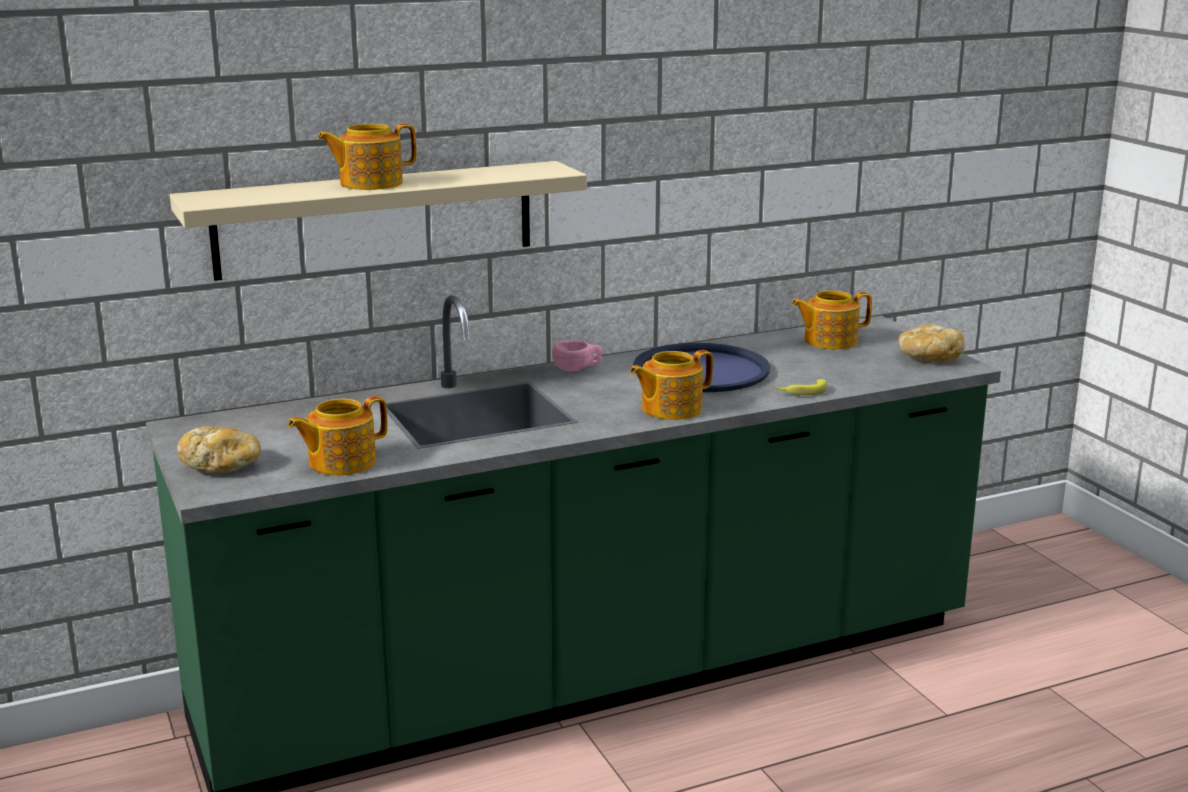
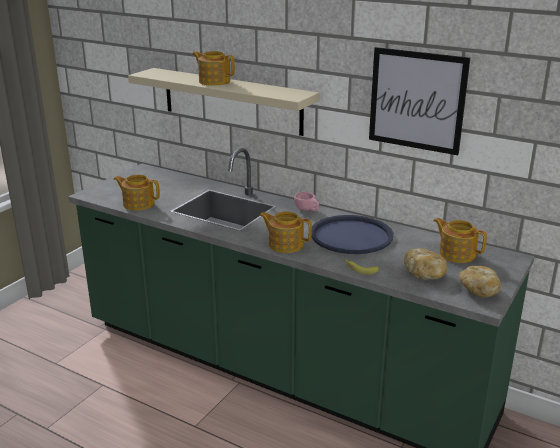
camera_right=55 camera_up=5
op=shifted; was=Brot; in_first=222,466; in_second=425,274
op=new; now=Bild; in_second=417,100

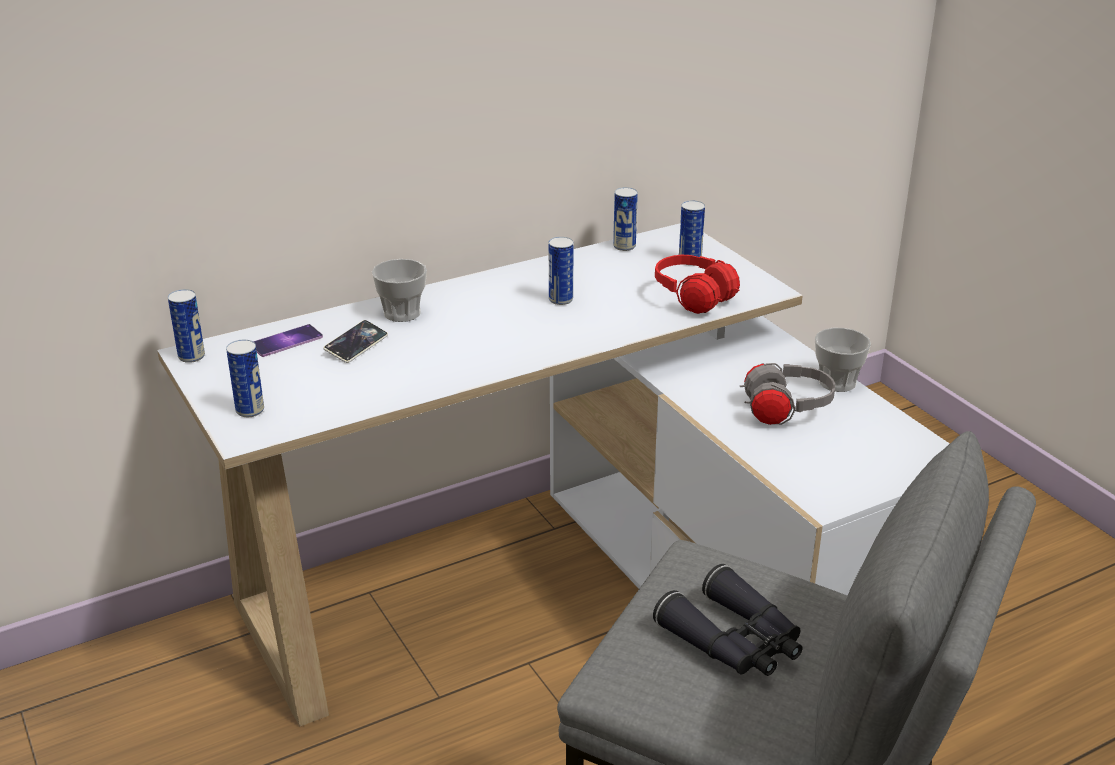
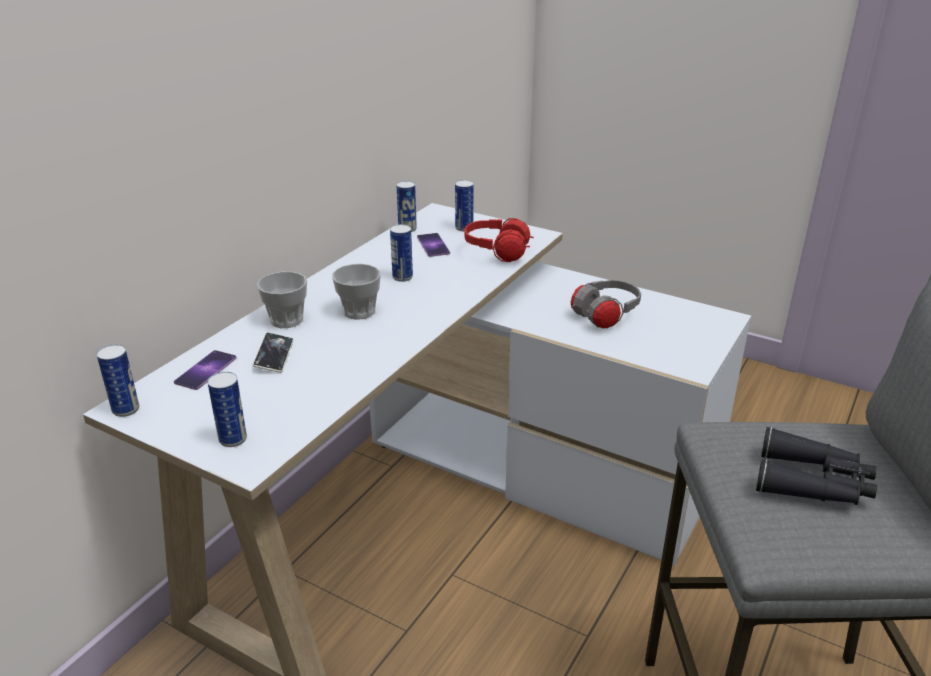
camera_right=-30 camera_up=0
op=shifted; was=Tasse; in_first=837,382; in_second=359,311
op=new; now=Handy; in_second=433,245

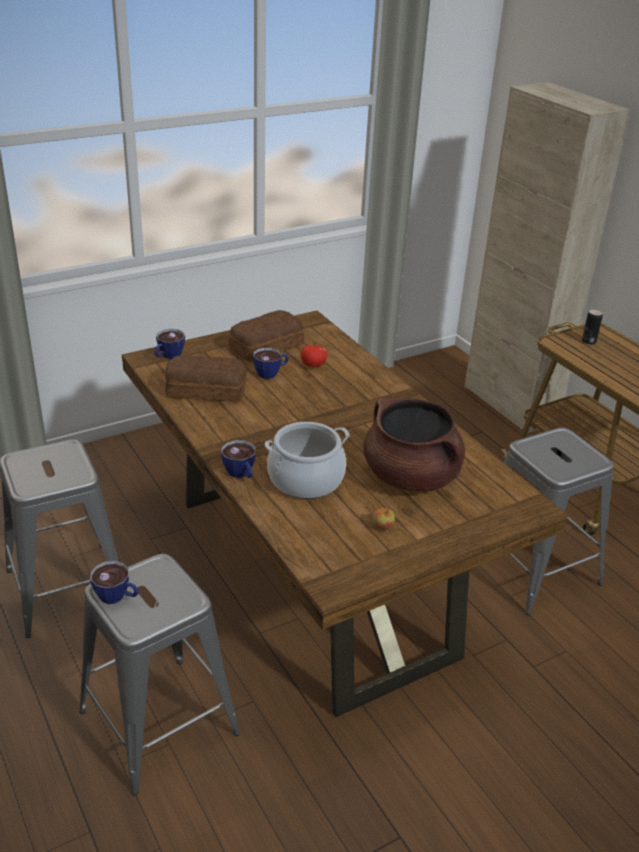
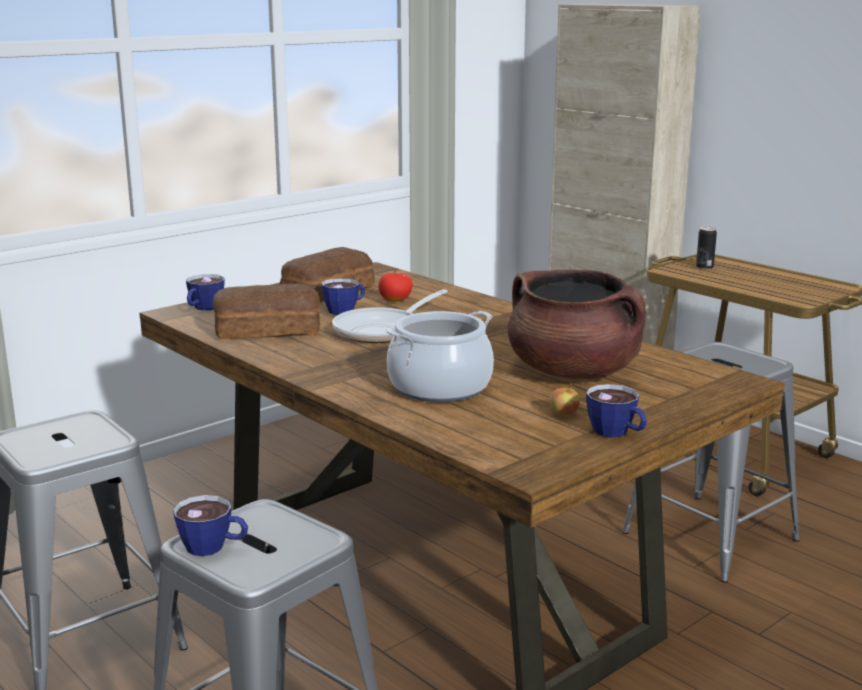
camera_right=-10 camera_up=-15
op=shifted; was=Tasse; in_first=241,474; in_second=617,433
op=new; now=Pfanne; in_second=383,331

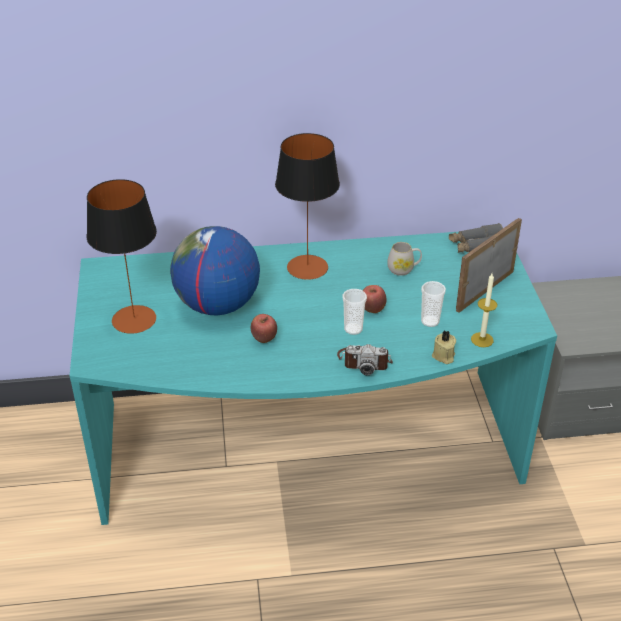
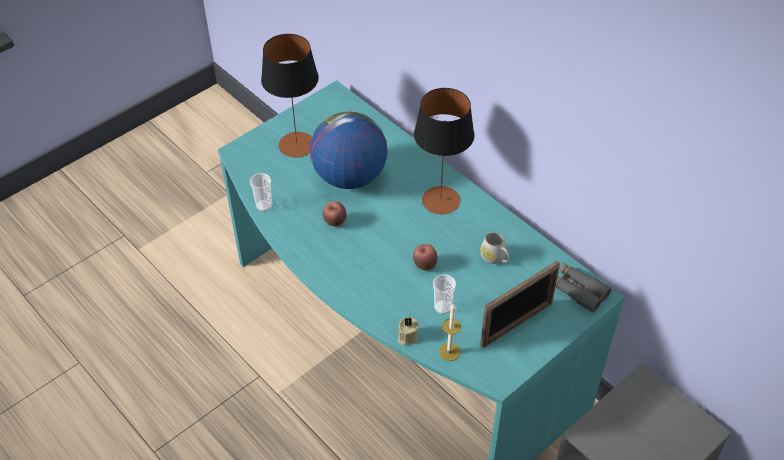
camera_right=55 camera_up=10
op=gone; was=Kamera; in_first=364,361
op=shifted; was=Tasse; in_first=353,329; in_second=264,205
op=rotated; was=Bilderrahmen; in_first=484,290; in_second=517,324; clockwise=135

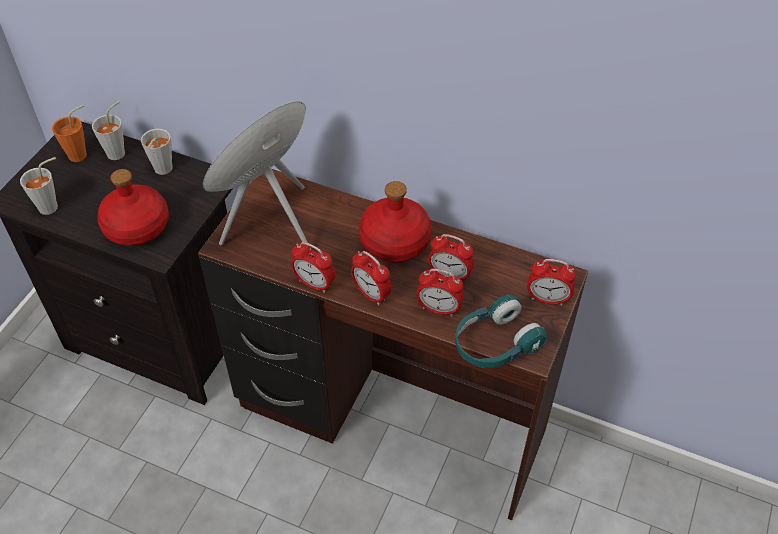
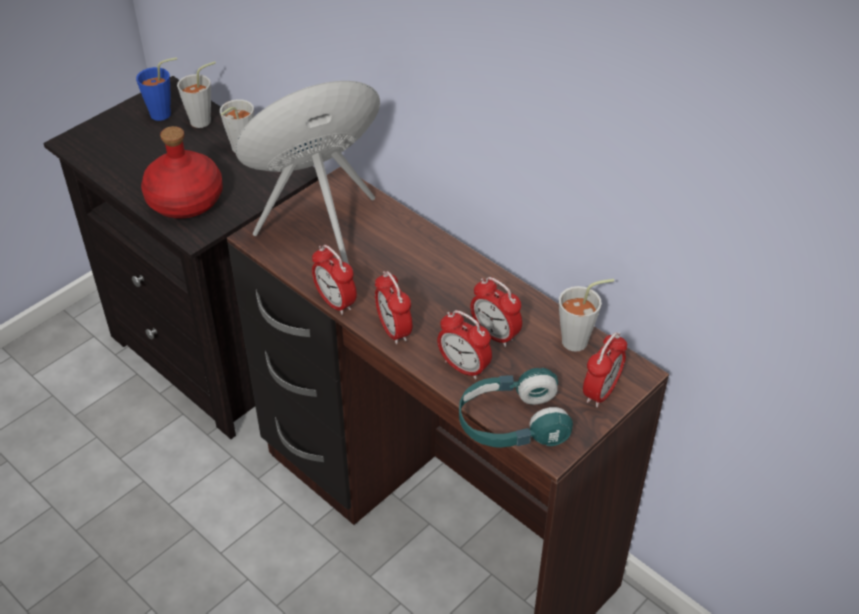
camera_right=20 camera_up=-5
op=shifted; was=Tasse [grau]; in_first=52,206; in_second=581,341
op=repainted; was=Tasse [orange]; now=Tasse [blau]; in_first=81,154; in_second=165,113
op=gone; was=Flasche [rot]; in_first=395,241
op=rotated; was=Wecker; in_first=547,299; in_second=601,392; clockwise=-90

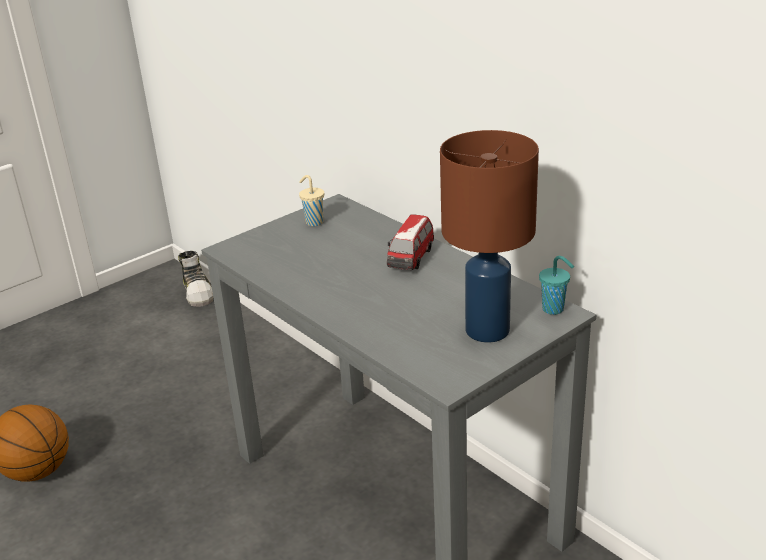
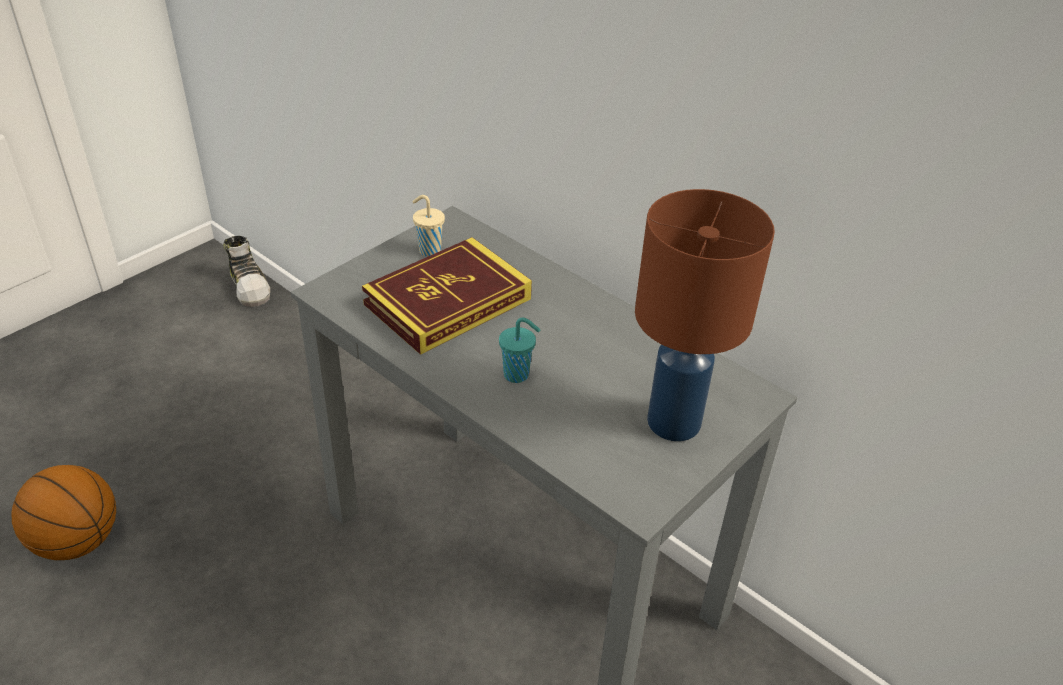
camera_right=-10 camera_up=10
op=gone; was=Spielzeugauto; in_first=411,259
op=shifted; was=Tasse [türkis]; in_first=554,309; in_second=518,375
op=new; now=Buch; in_second=448,301

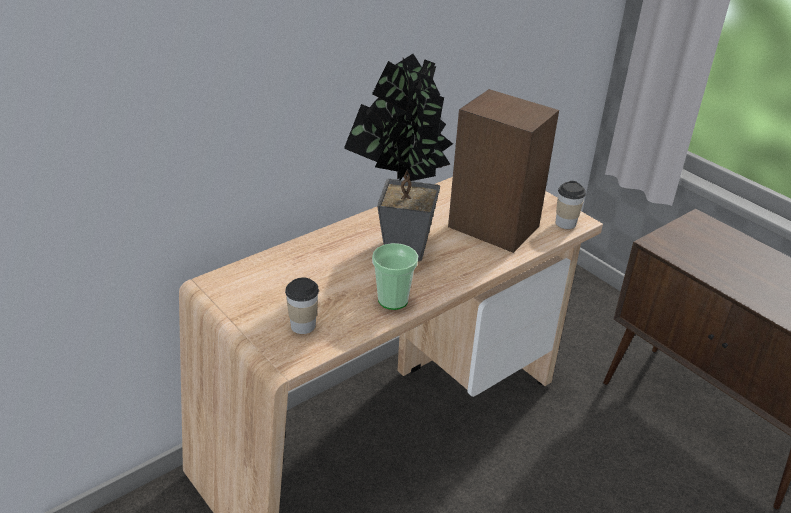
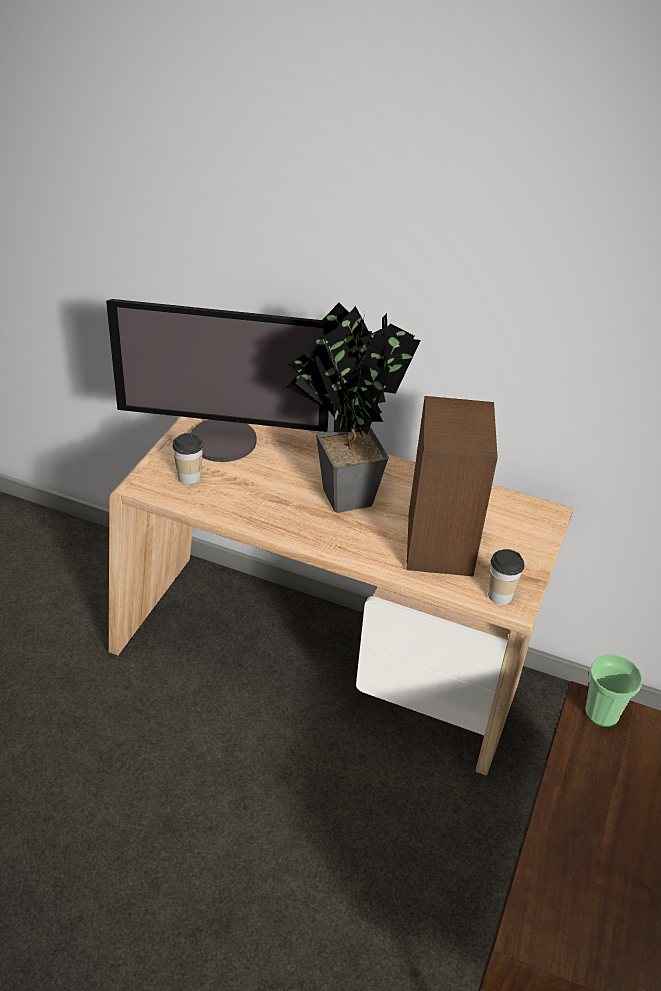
camera_right=60 camera_up=5
op=shifted; was=Tasse; in_first=393,300; in_second=602,713
op=new; now=Monitor; in_second=224,439

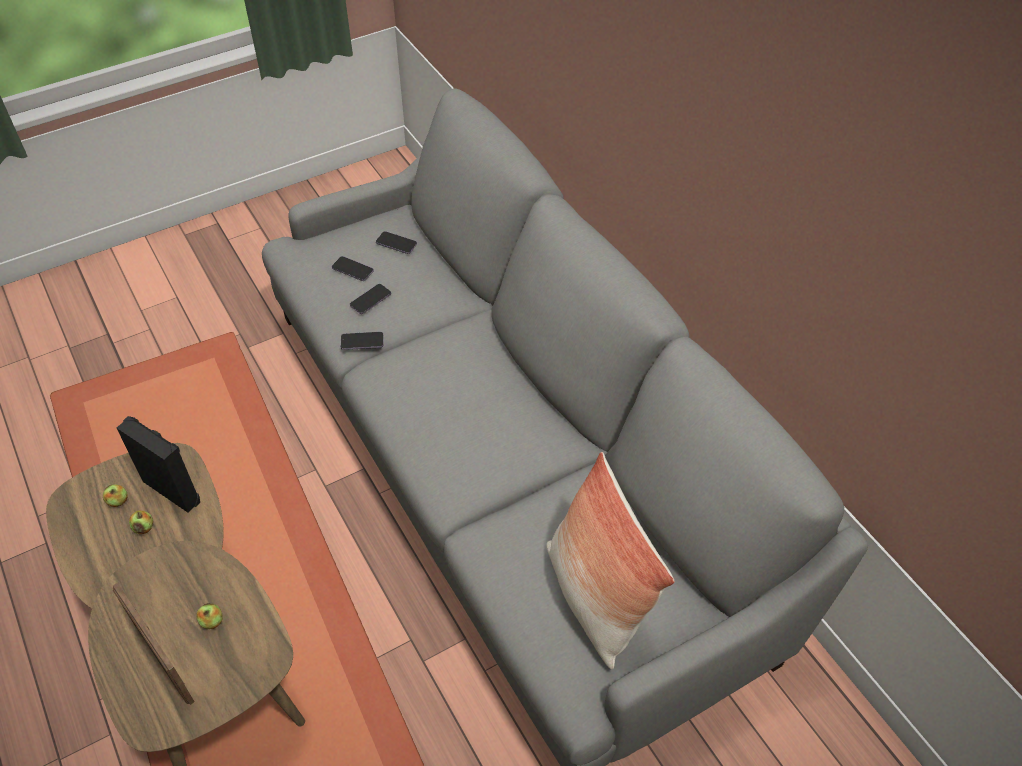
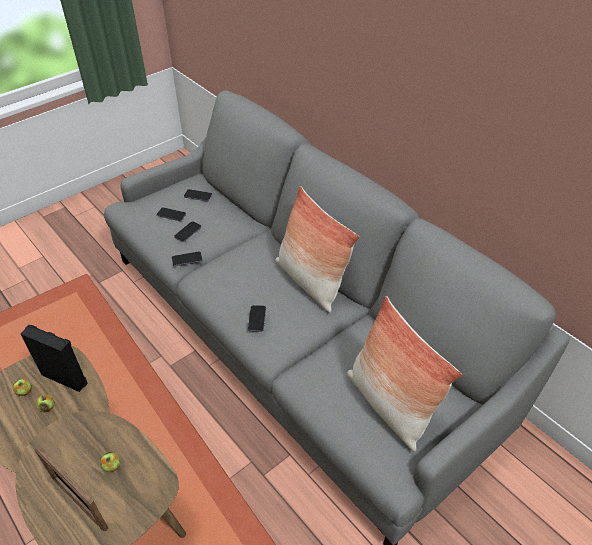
camera_right=-10 camera_up=-5
op=new; now=Handy; in_second=257,319
op=new; now=Kissen; in_second=310,281

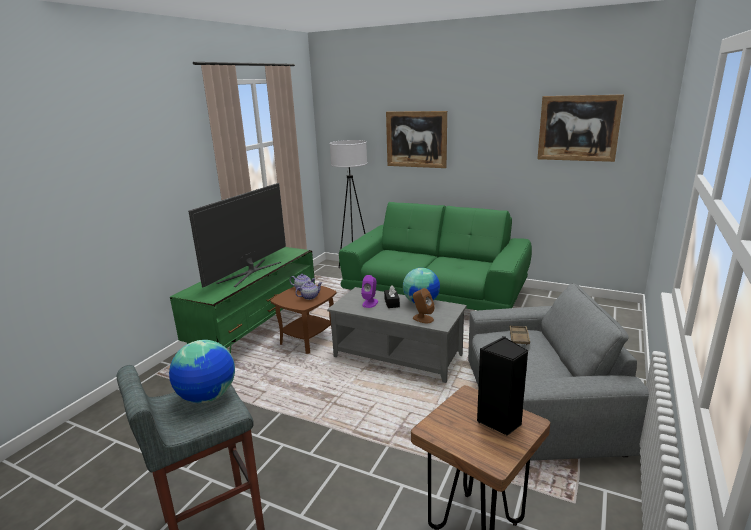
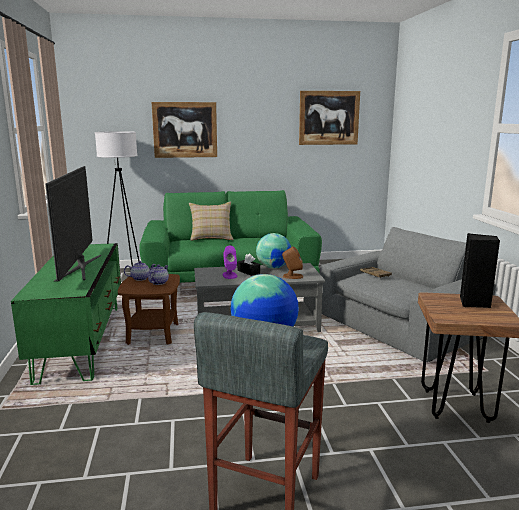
camera_right=-35 camera_up=-5
op=new; now=Kissen [beige]; in_second=211,238

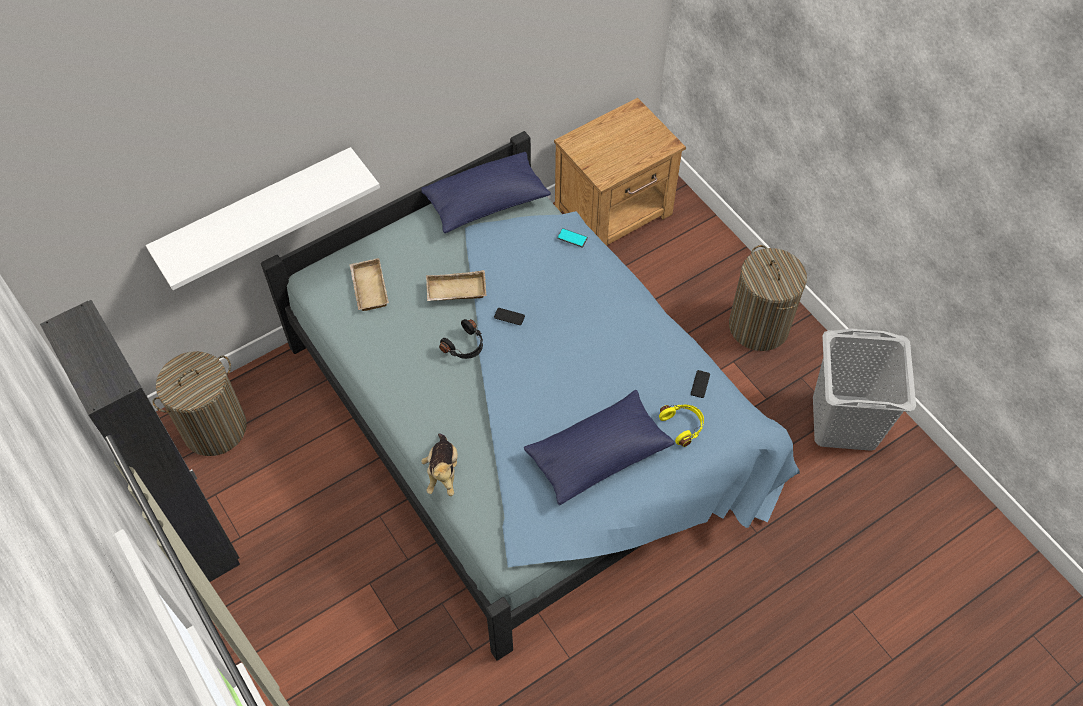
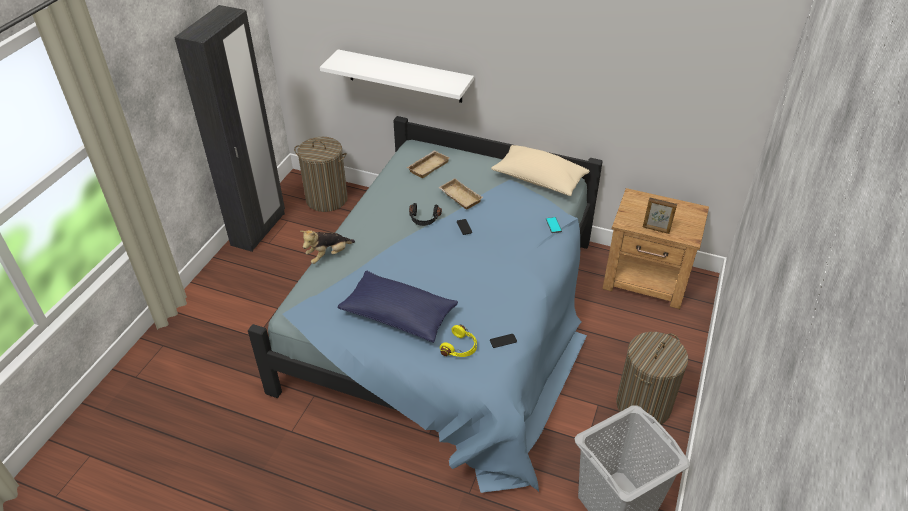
camera_right=55 camera_up=-15
op=repainted; was=Kissen [blau]; now=Kissen [beige]; in_first=486,203; in_second=539,180
op=new; now=Bilderrahmen; in_second=656,229

